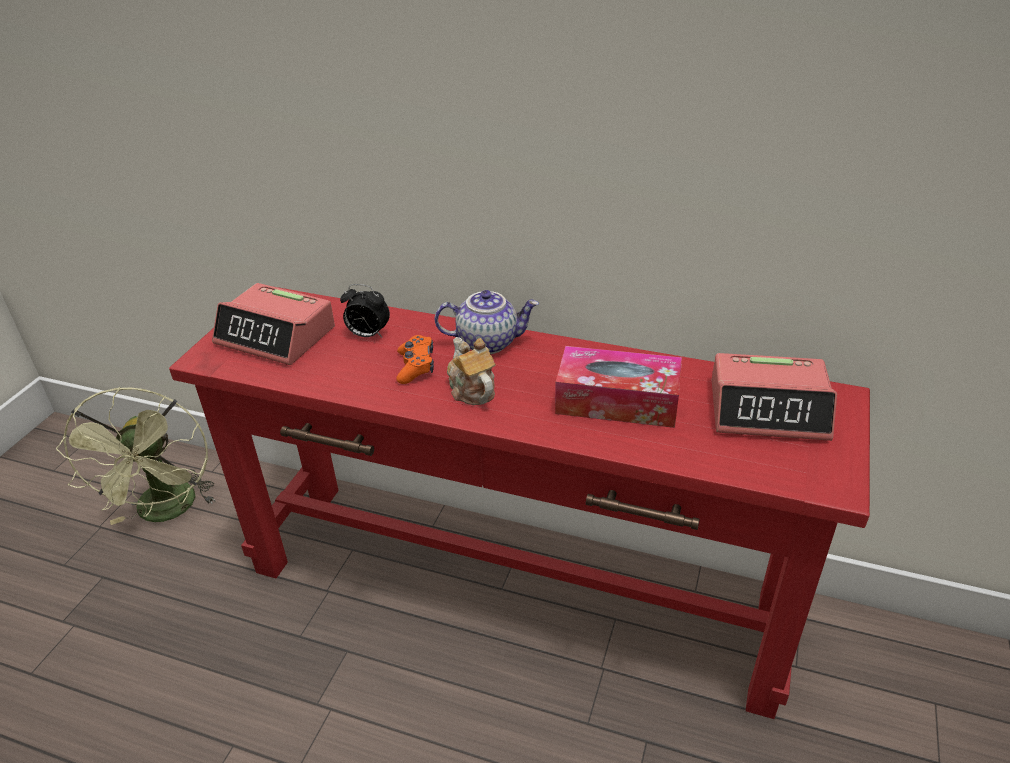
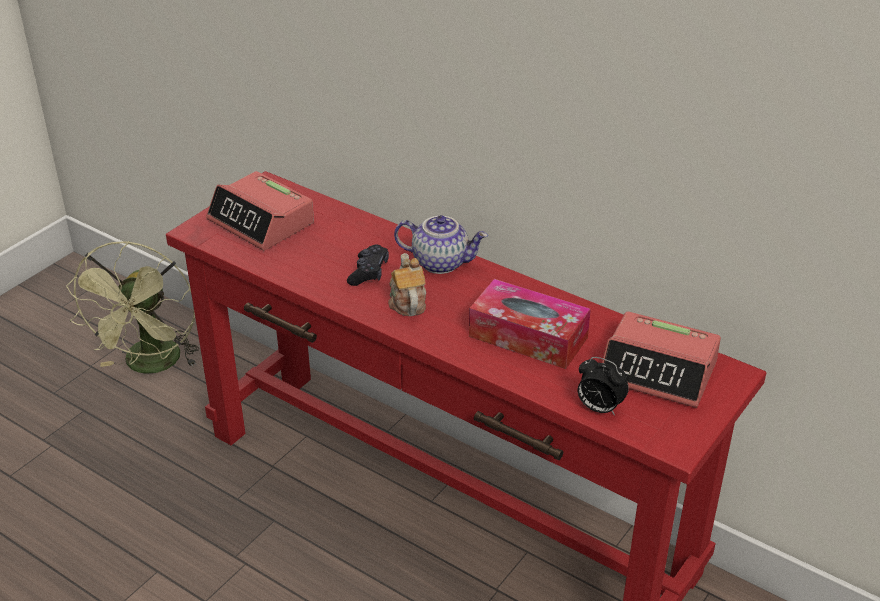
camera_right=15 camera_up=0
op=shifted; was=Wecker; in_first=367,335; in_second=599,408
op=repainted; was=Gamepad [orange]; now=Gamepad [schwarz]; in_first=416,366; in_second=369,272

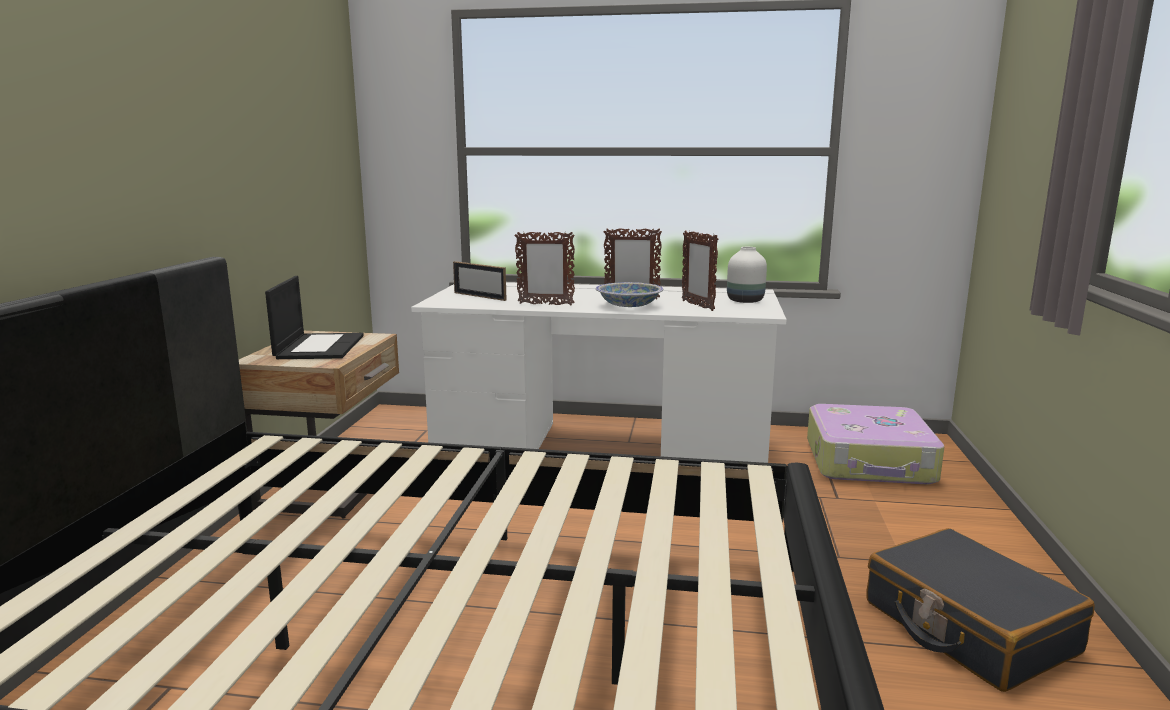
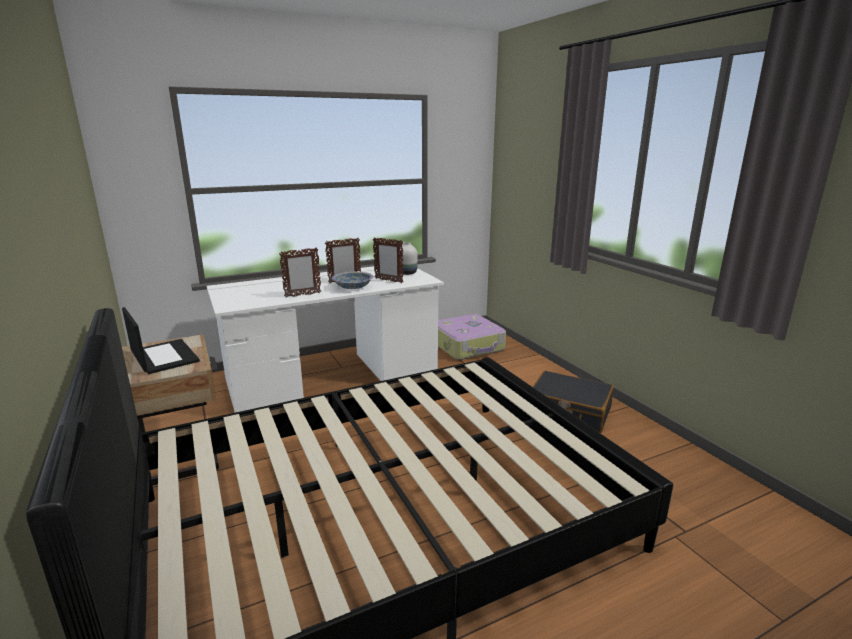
camera_right=-35 camera_up=5
op=gone; was=Bilderrahmen; in_first=479,296

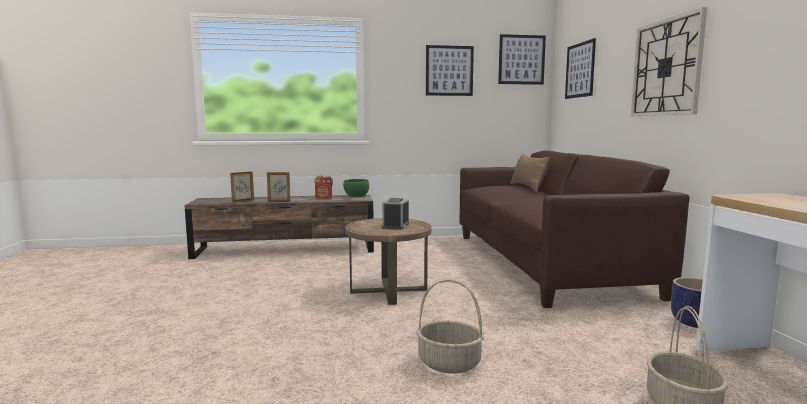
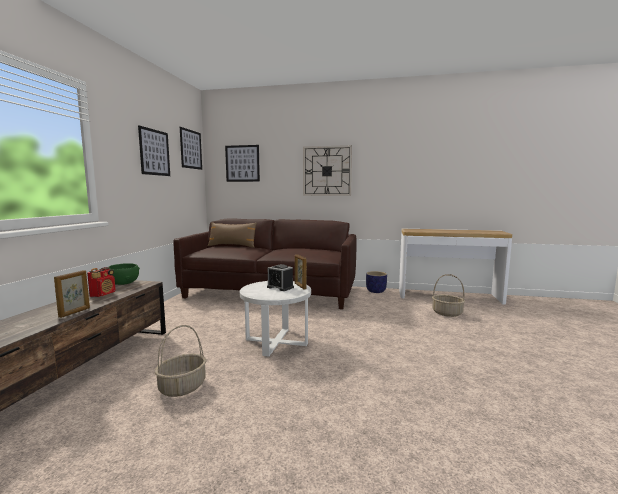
camera_right=-70 camera_up=0
op=shifted; was=Bilderrahmen; in_first=243,201; in_second=300,286
op=repainted; was=Beistelltisch [braun]; now=Beistelltisch [weiß]; in_first=388,290; in_second=276,341
op=shifted; was=Korb; in_first=448,363; in_second=182,387

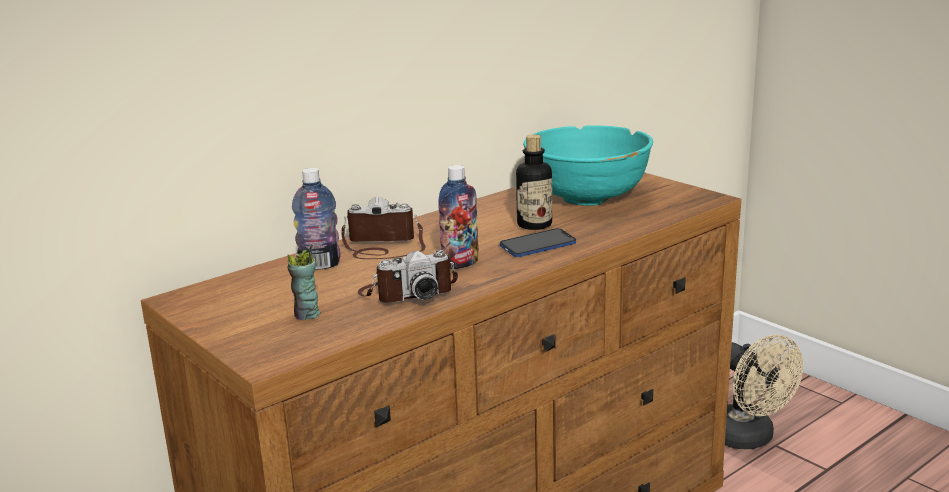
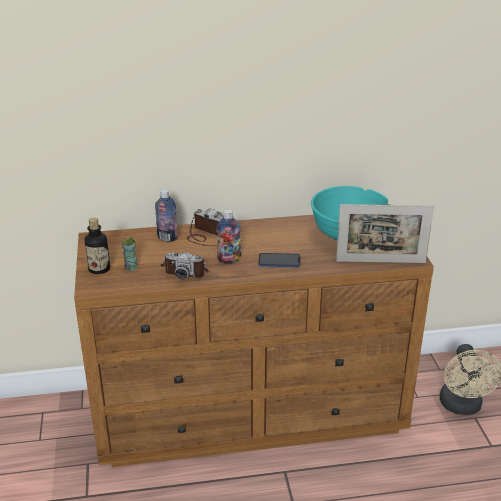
camera_right=30 camera_up=10
op=shifted; was=Flasche; in_first=534,225; in_second=99,269
op=new; now=Bilderrahmen; in_second=380,262

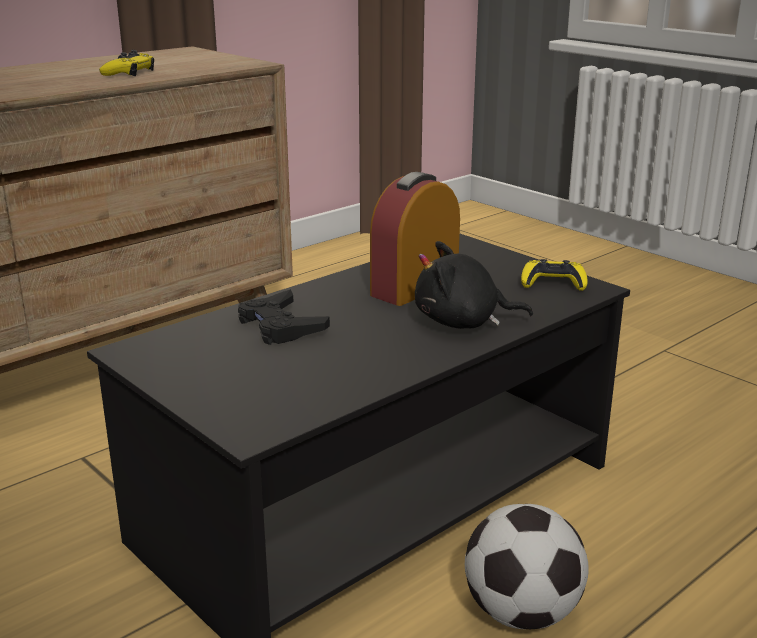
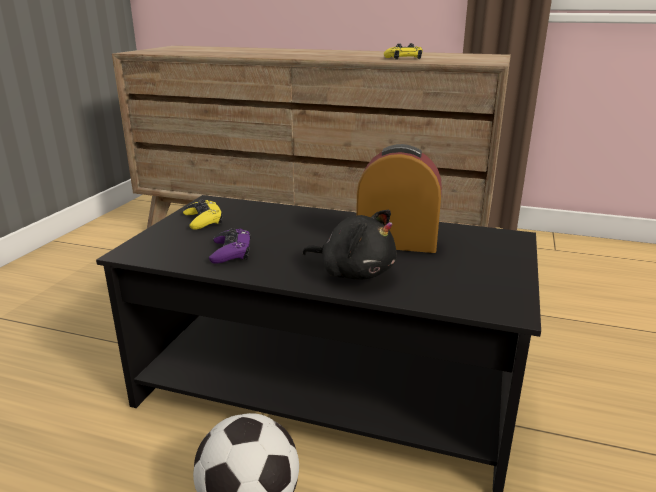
camera_right=60 camera_up=0
op=gone; was=Gamepad [schwarz]; in_first=280,326
op=rotated; was=Plüschtier [schwarz]; in_first=462,322; in_second=354,272; clockwise=150
op=shifted; was=Gamepad [gelb]; in_first=553,283; in_second=203,220
op=new; now=Gamepad [lila]; in_second=231,252

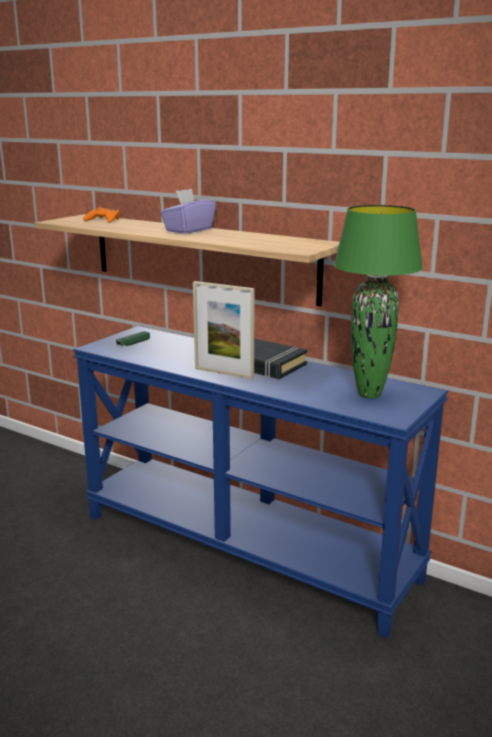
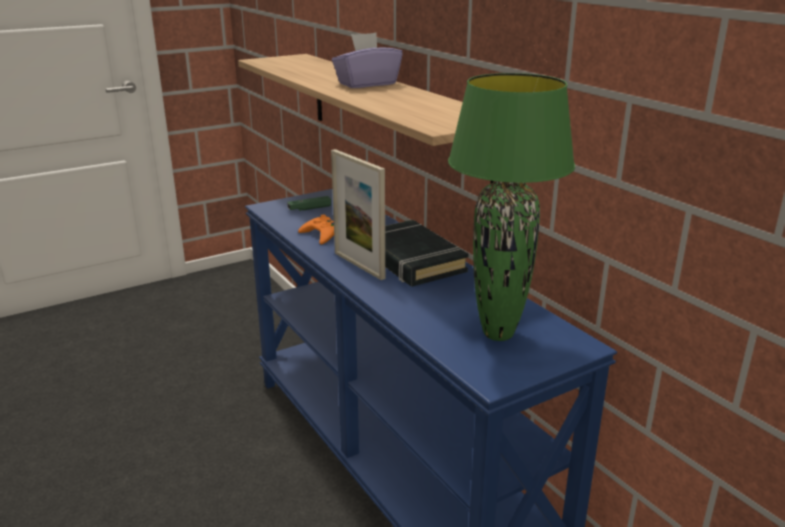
camera_right=25 camera_up=5
op=shifted; was=Gamepad [orange]; in_first=103,220; in_second=322,235

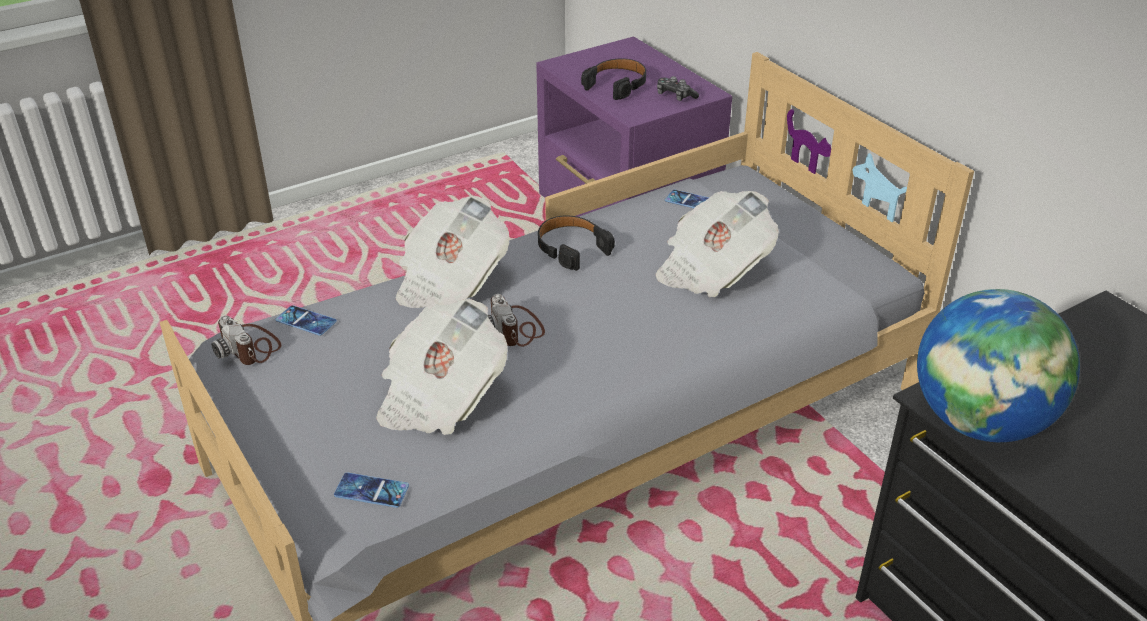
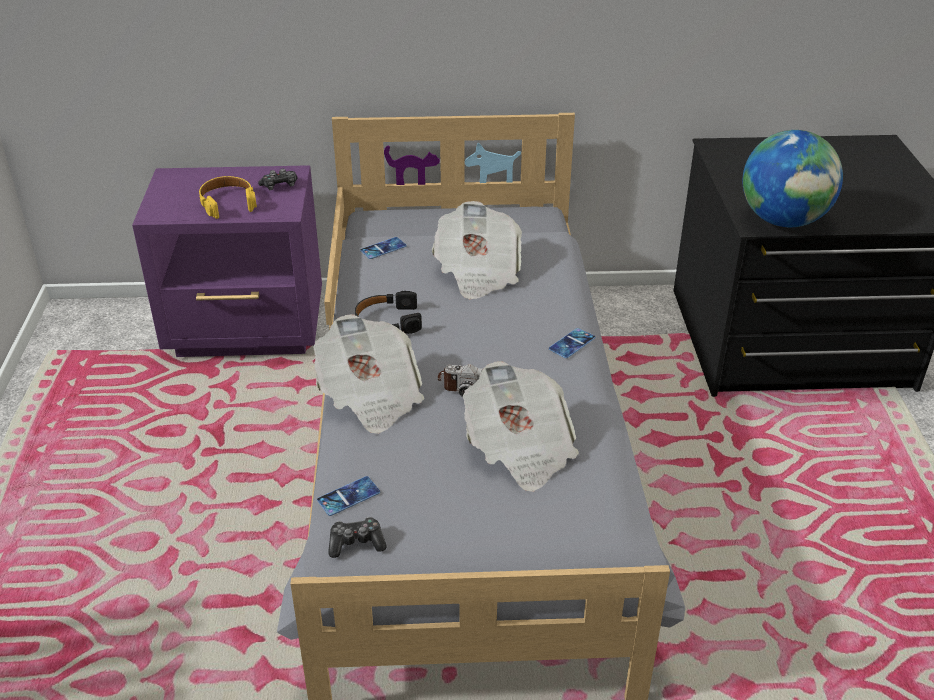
camera_right=-60 camera_up=0
op=swapped; was=Kamera; now=Gamepad; in_first=250,347; in_second=356,543
op=shifted; was=Handy; in_first=371,490; in_second=572,343
op=repainted; was=Kopfhörer [schwarz]; now=Kopfhörer [gelb]; in_first=617,85; in_second=228,203

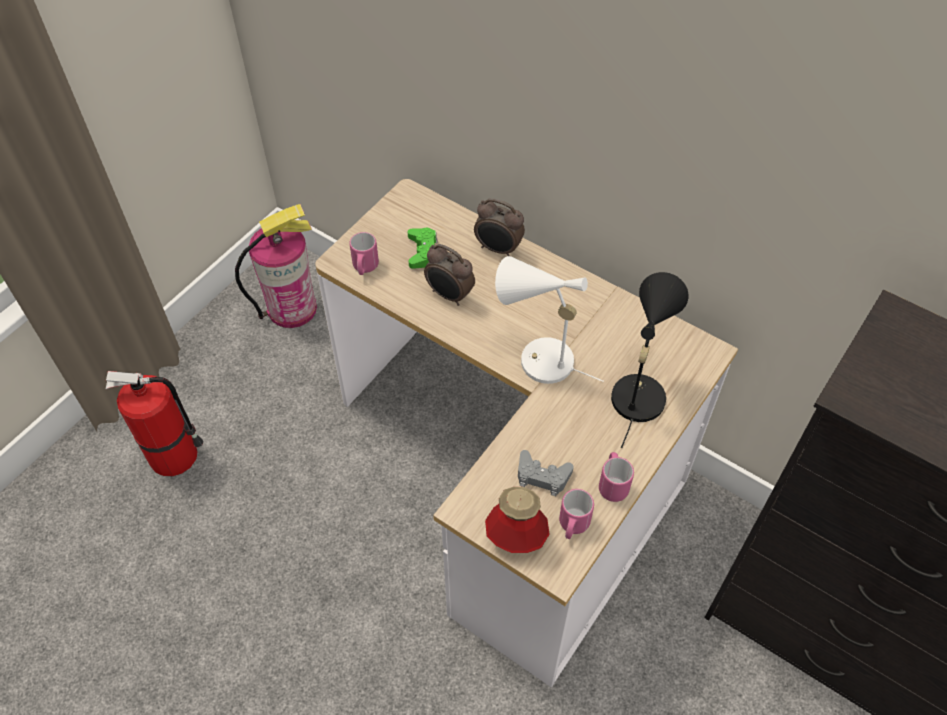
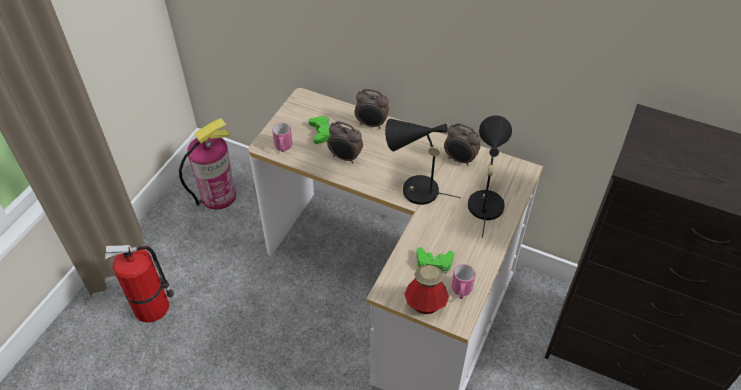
camera_right=-10 camera_up=-5
op=repainted; was=Tischlampe [weiß]; now=Tischlampe [schwarz]; in_first=538,360; in_second=414,190
op=repainted; was=Gamepad [grau]; now=Gamepad [grün]; in_first=542,476; in_second=434,263
op=gone; was=Henkelbecher [rosa]; in_first=612,484
op=new; now=Wecker; in_second=460,160

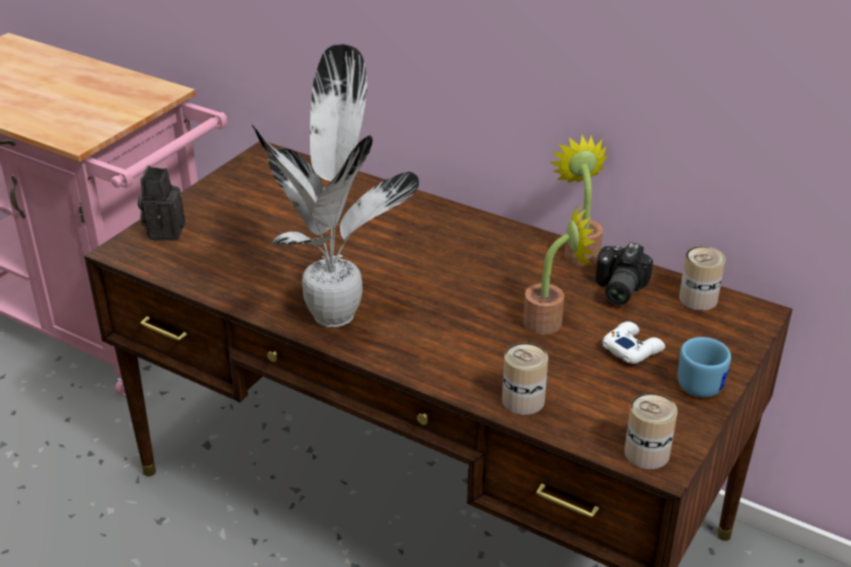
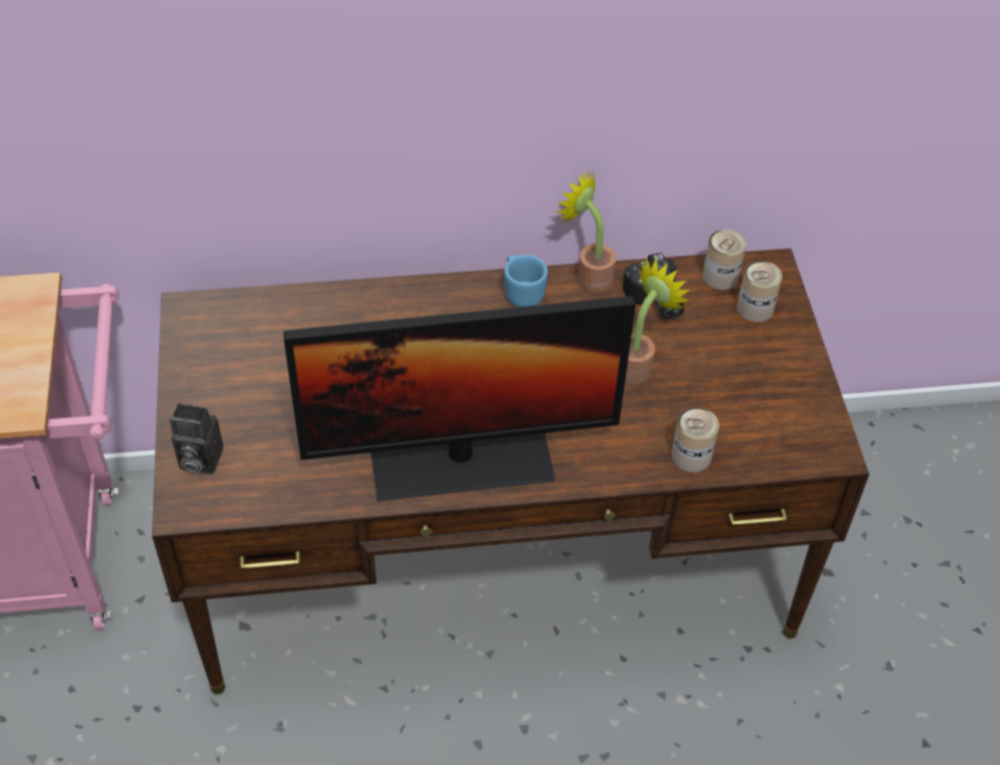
camera_right=-40 camera_up=15
op=rotated; was=Kamera; in_first=164,230; in_second=198,460; clockwise=-45
op=swapped; was=Topfpflanze; now=Monitor; in_first=336,312; in_second=461,459
op=gone; was=Gamepad [weiß]; in_first=632,348
op=shifted; was=Dose; in_first=647,453; in_second=755,308
op=shifted; was=Henkelbecher [blau]; in_first=700,381; in_second=522,291

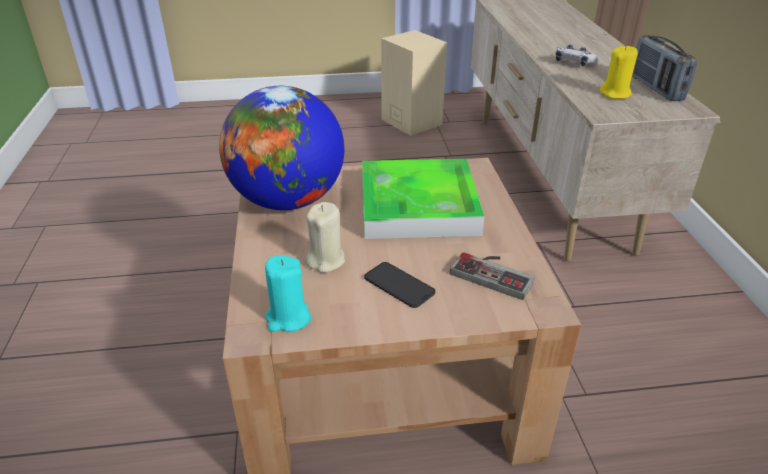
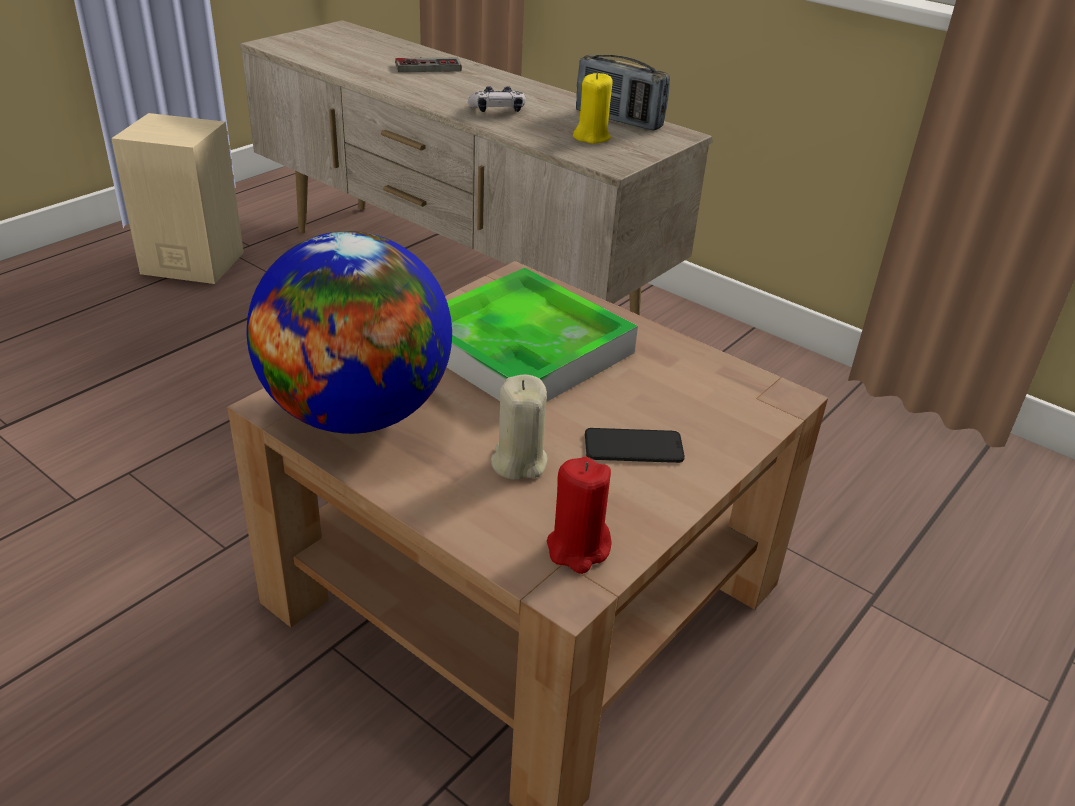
camera_right=-45 camera_up=0
op=repainted; was=Kerze [türkis]; now=Kerze [rot]; in_first=288,318; in_second=578,548
op=shifted; was=Gamepad; in_first=495,273; in_second=427,65

